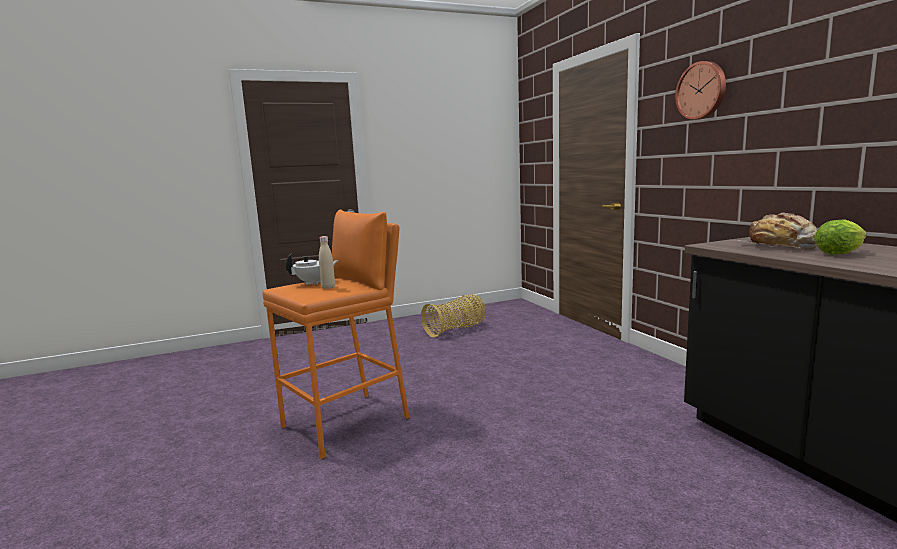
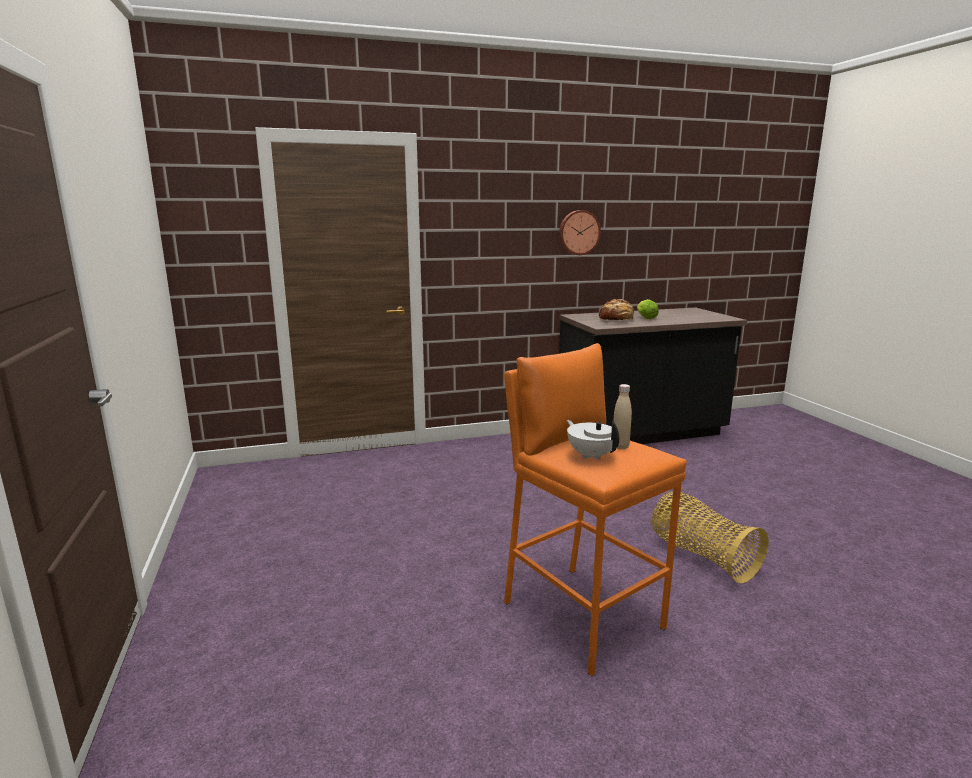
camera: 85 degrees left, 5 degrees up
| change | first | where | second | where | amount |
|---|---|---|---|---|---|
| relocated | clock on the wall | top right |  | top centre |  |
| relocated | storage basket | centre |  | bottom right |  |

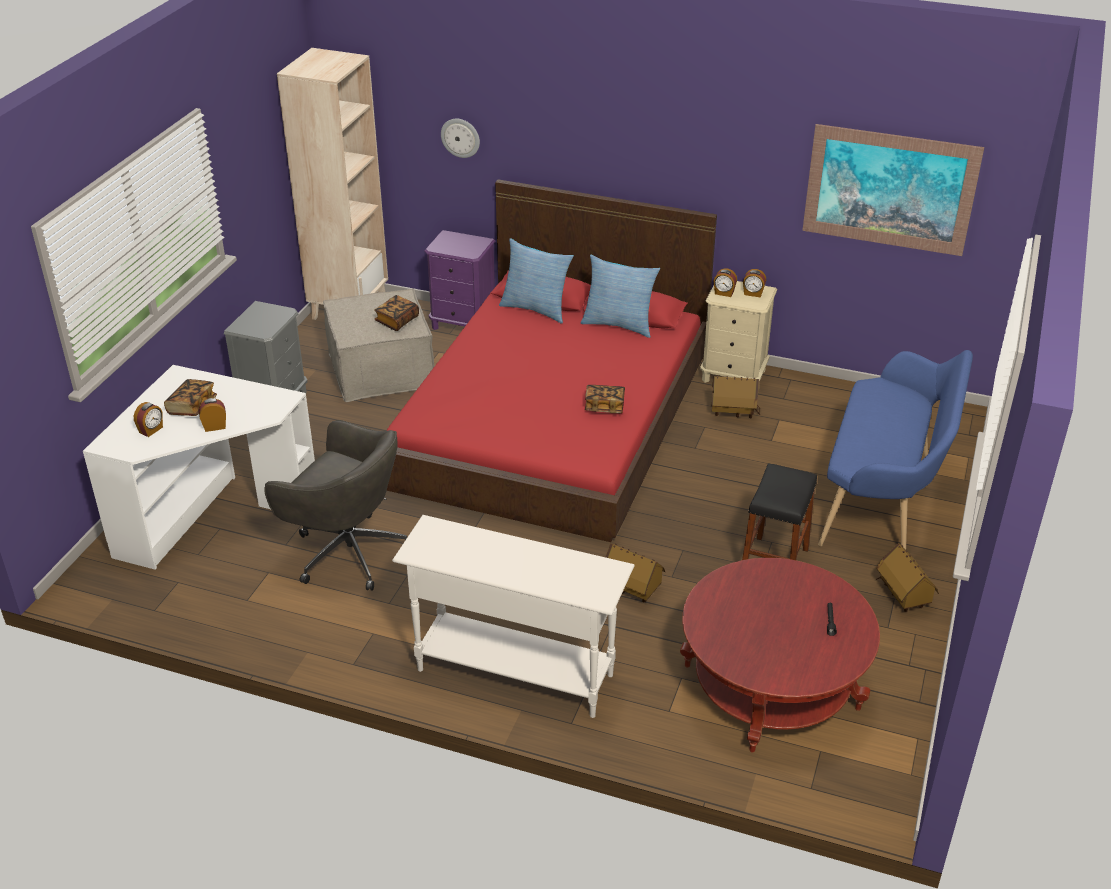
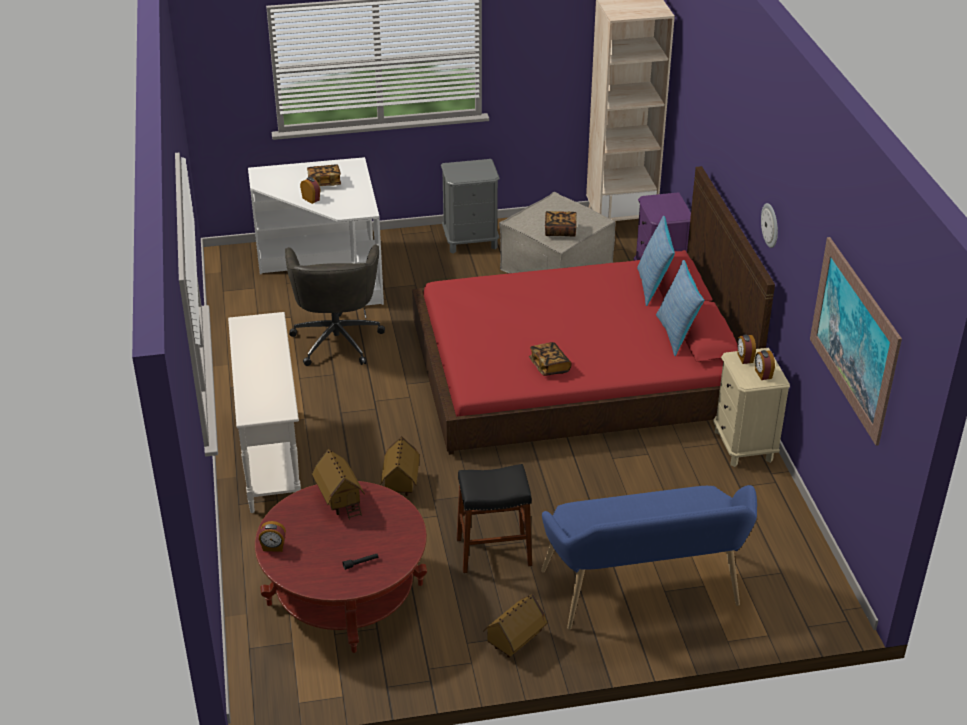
camera: 60 degrees right, 0 degrees up
| change | first | where | second | where | amount |
|---|---|---|---|---|---|
| relocated | table clock (no. 1 from left) | middle left |  | bottom left |  |
| relocated | miniature house (no. 2 from left in the first image) | centre | miniature house (no. 1 from left) | bottom centre |  |
| relocated | clock on the wall | top centre |  | top right |  |

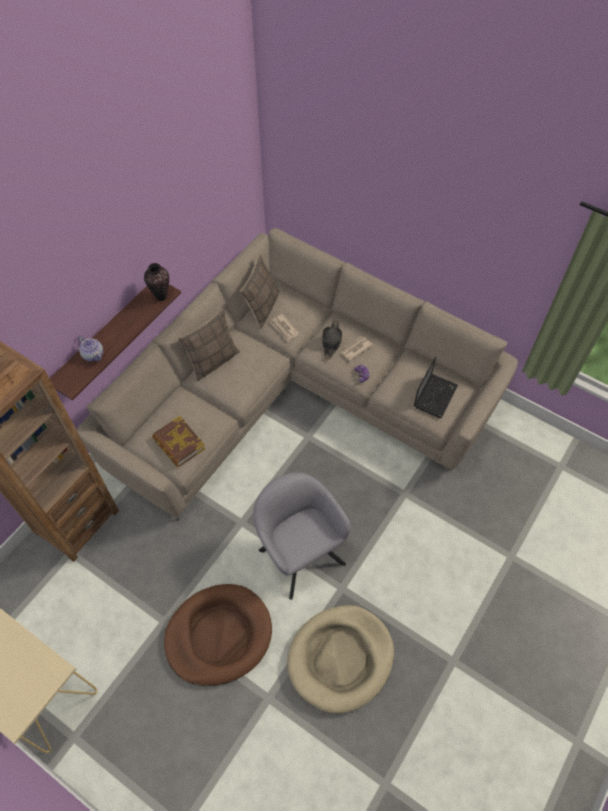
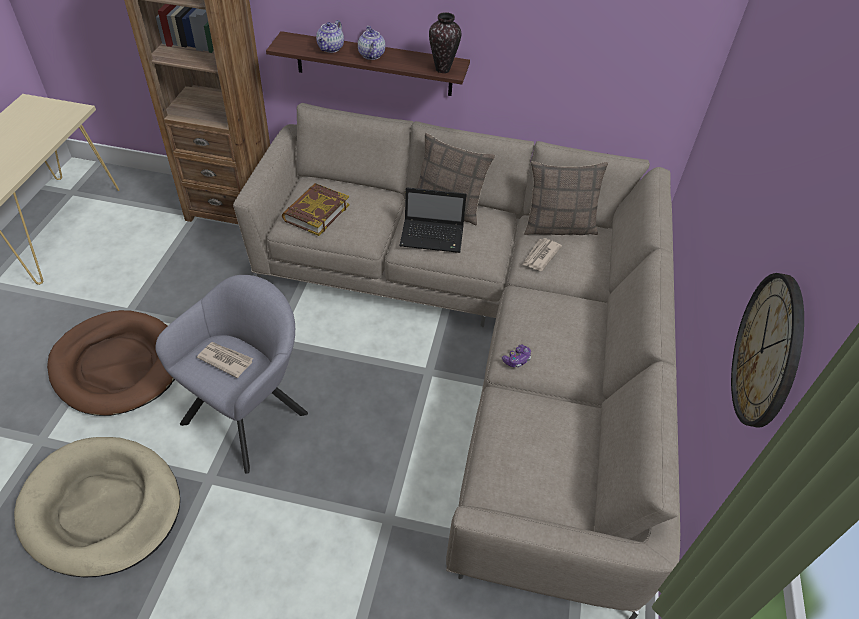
camera: 65 degrees right, 10 degrees down
| change | first | where | second | where | amount |
|---|---|---|---|---|---|
| relocated | daily paper (no. 2 from left in the first image) | centre | daily paper (no. 1 from left) | middle left |  |
| appeared |  |  | teapot (no. 2 from left) | top centre |  |
| relocated | notebook computer | middle right |  | centre |  |
| appeared |  |  | clock on the wall | middle right |  |
| missing | blackish hat | centre |  |  |  |

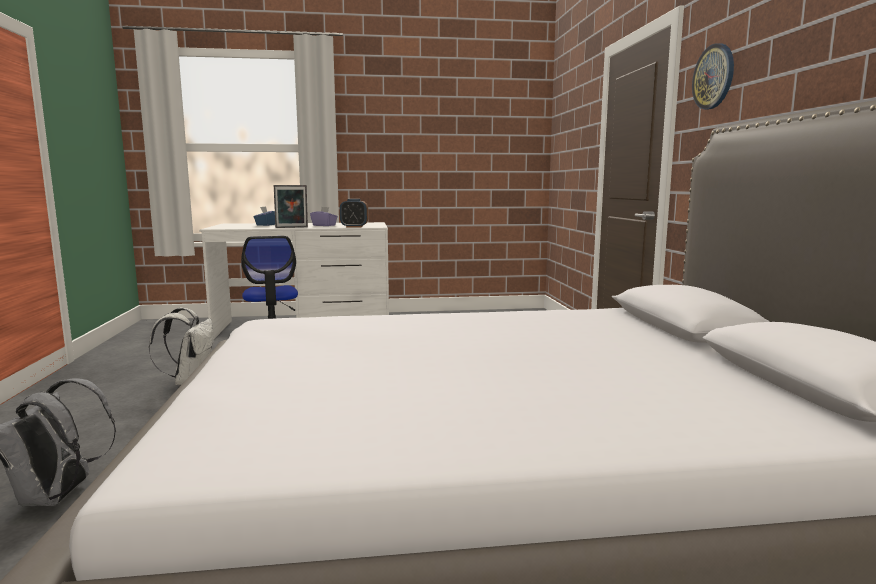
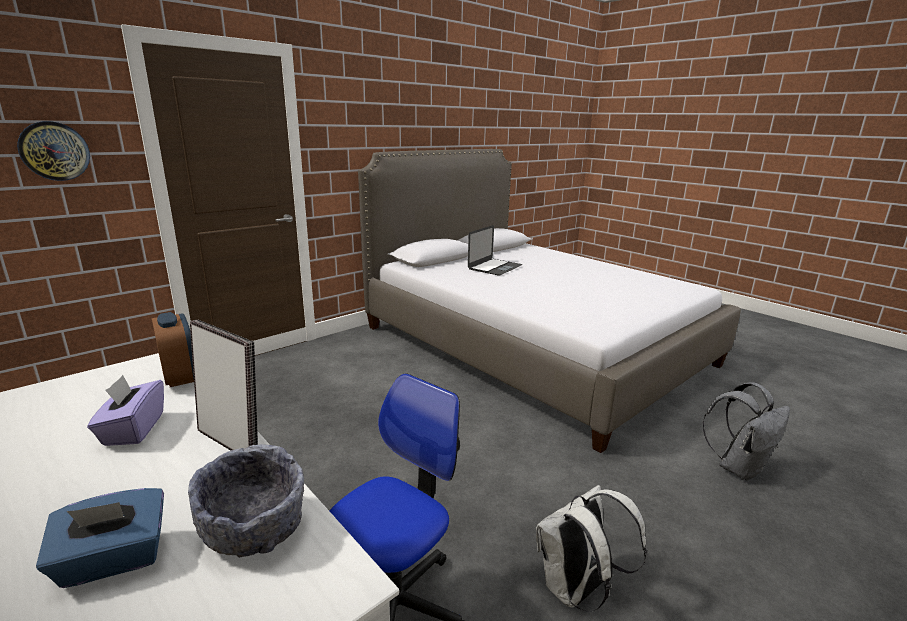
camera: 125 degrees left, 10 degrees up
| change | first | where | second | where | amount |
|---|---|---|---|---|---|
| relocated | clock on the wall | top right |  | top left |  |
| appeared |  |  | greyish serving bowl | bottom left |  |
| appeared |  |  | notebook computer | centre |  |

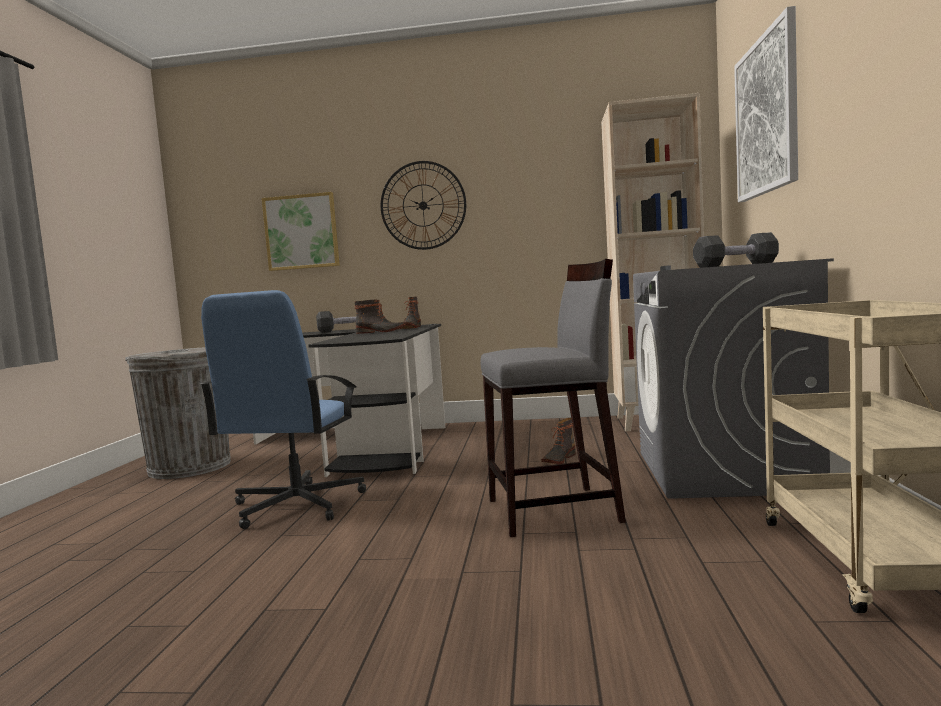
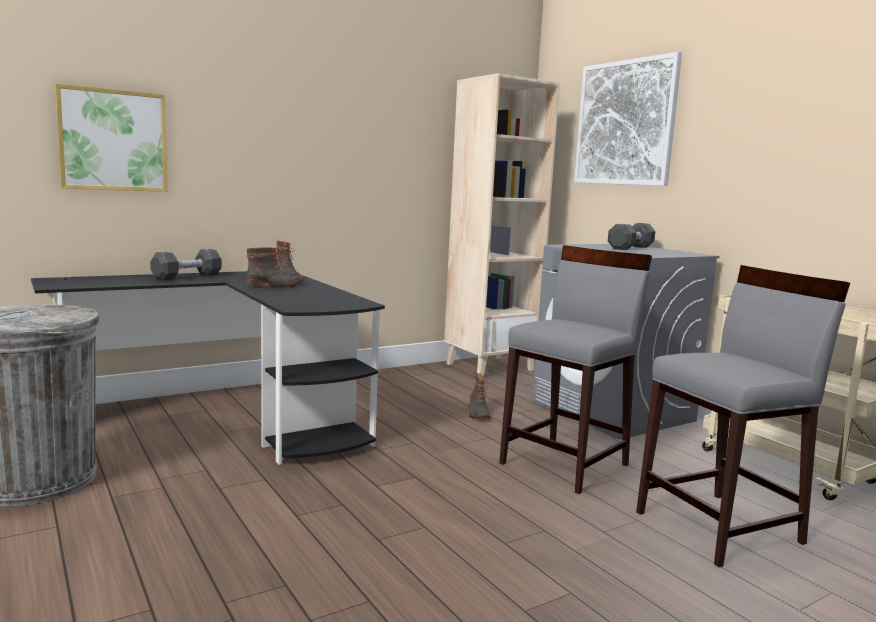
camera: 40 degrees left, 5 degrees up
| change | first | where | second | where | amount |
|---|---|---|---|---|---|
| appeared |  |  | greyish stool (no. 2 from left) | bottom right |  |
| missing | blue computer chair | middle left |  |  |  |
| missing | clock on the wall | top centre |  |  |  |

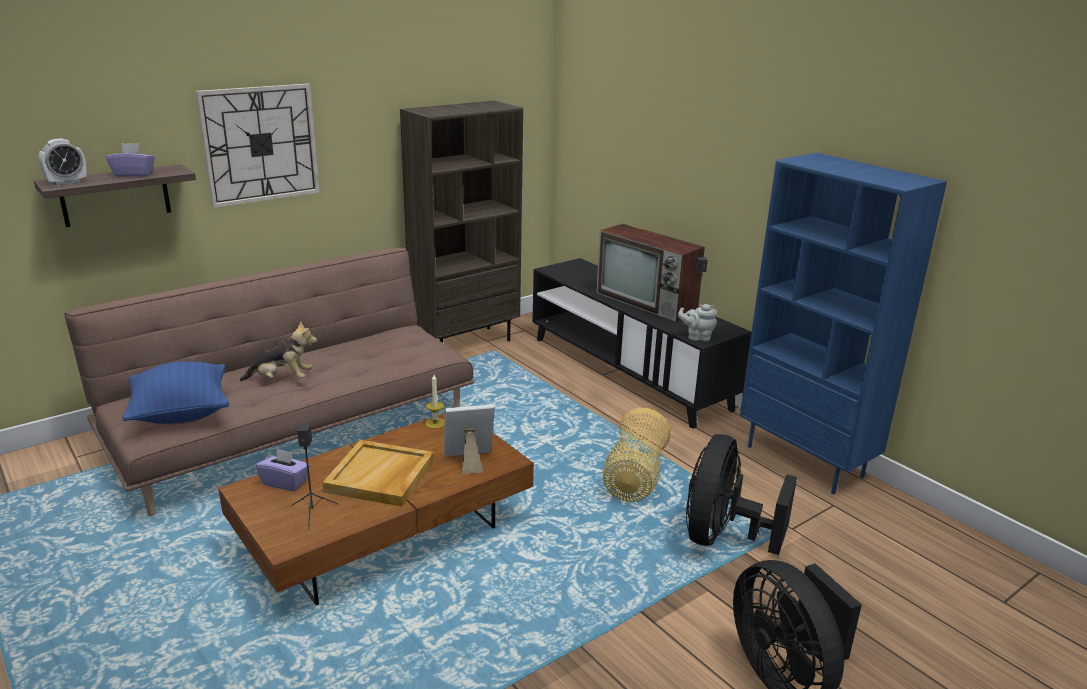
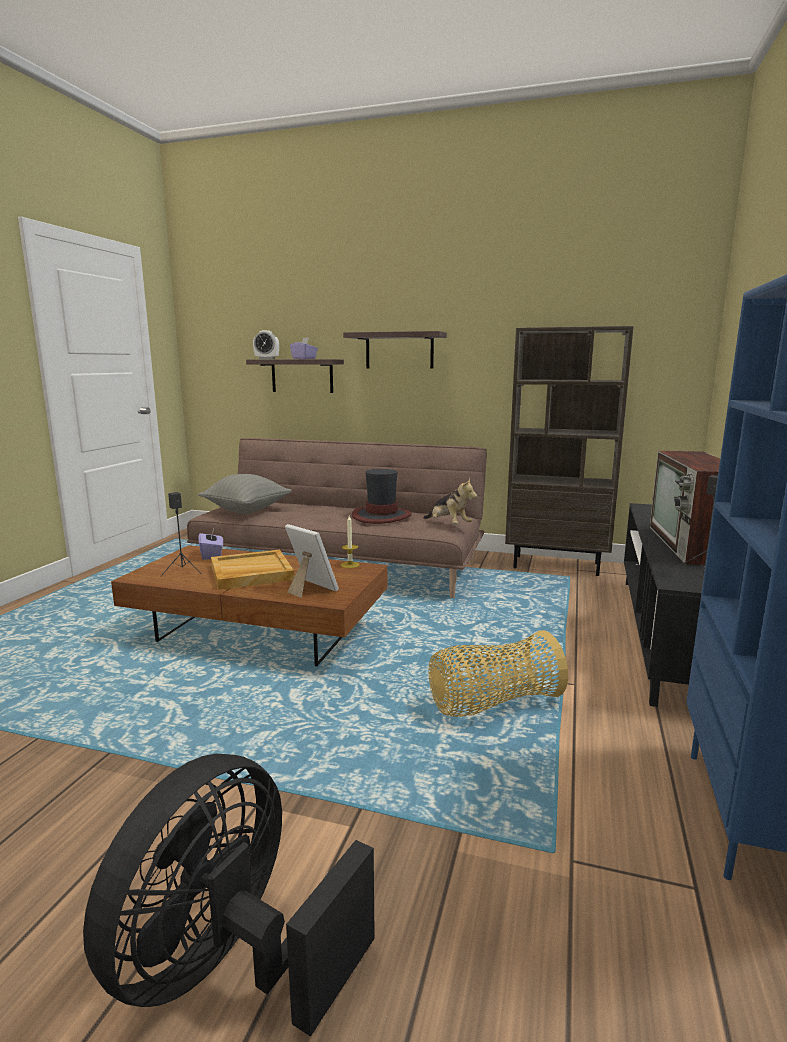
camera: 55 degrees right, 10 degrees down
| change | first | where | second | where | amount |
|---|---|---|---|---|---|
| colour | blue throw pillow | middle left | greyish throw pillow | middle left |  |
| exchanged | clock on the wall | top left | bracket shelf (no. 2 from left) | centre |  |
| appeared |  |  | hat | centre |  |
| relocated | cuddly toy | middle left |  | centre |  |
| missing | greyish teapot | centre |  |  |  |
| missing | blackish fan (no. 1 from left) | bottom right |  |  |  |

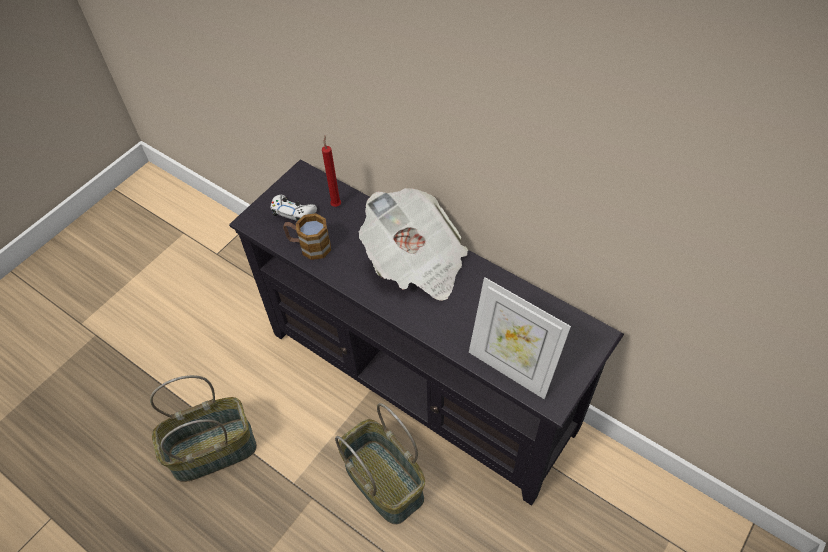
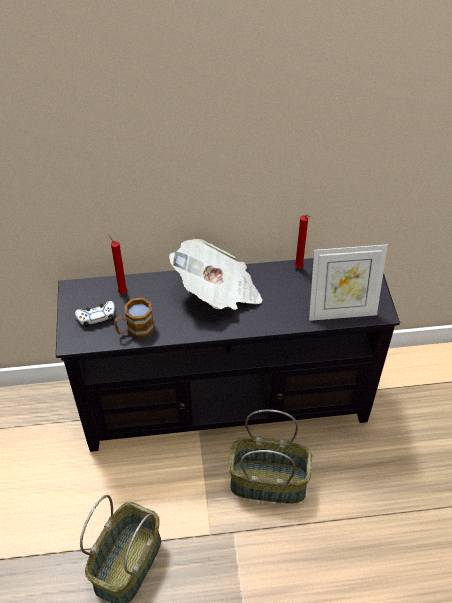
camera: 45 degrees left, 5 degrees down
| change | first | where | second | where | amount |
|---|---|---|---|---|---|
| appeared |  |  | reddish wax light (no. 2 from left) | middle right |  |

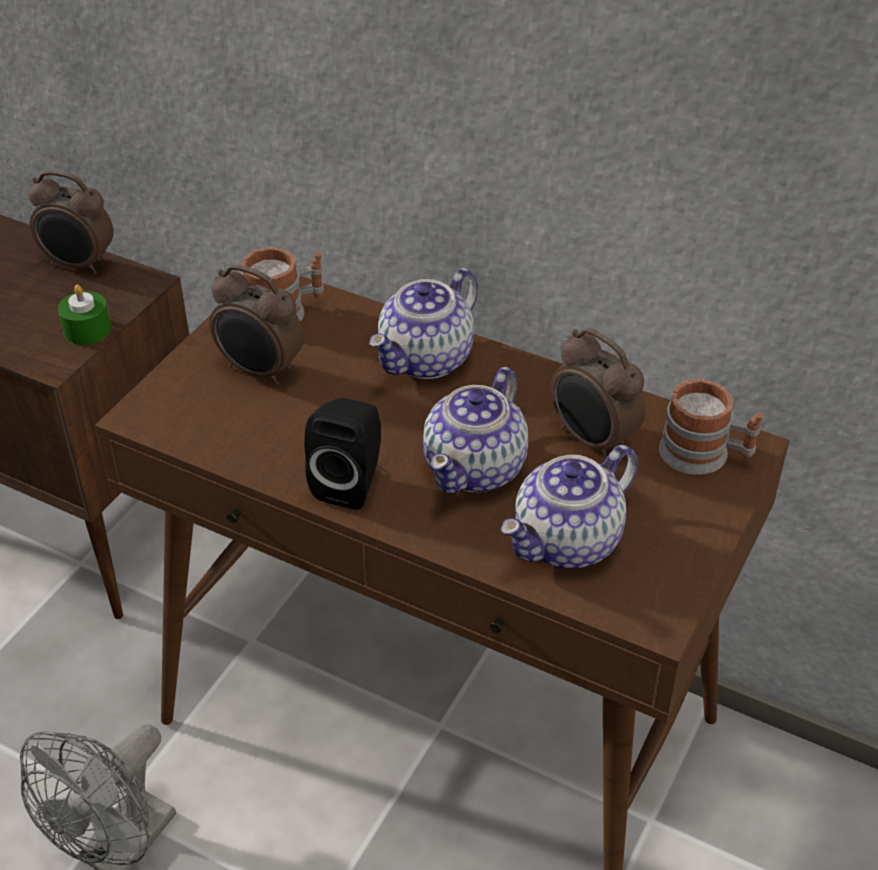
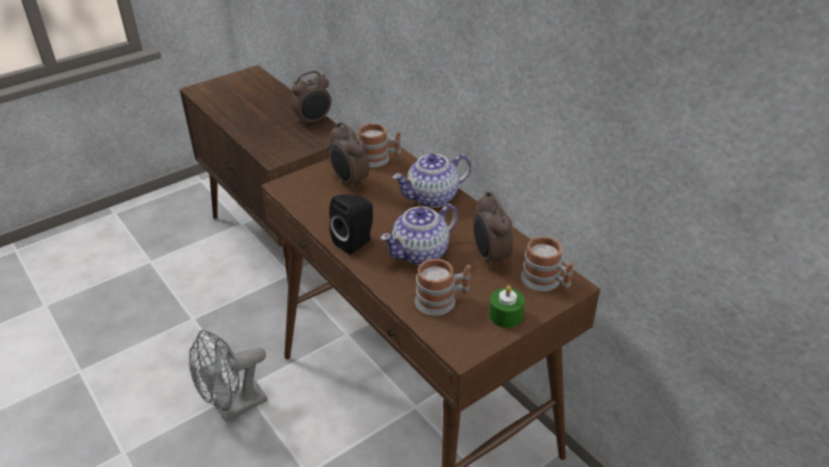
camera: 25 degrees right, 5 degrees down
| change | first | where | second | where | amount |
|---|---|---|---|---|---|
| spun | table clock (no. 1 from left) | top left |  | top centre | 75 degrees counterclockwise |
| exchanged | teapot (no. 3 from left) | centre | coffee mug (no. 2 from left) | centre |  |
| relocated | green-coloured wax light | middle left |  | centre |  |

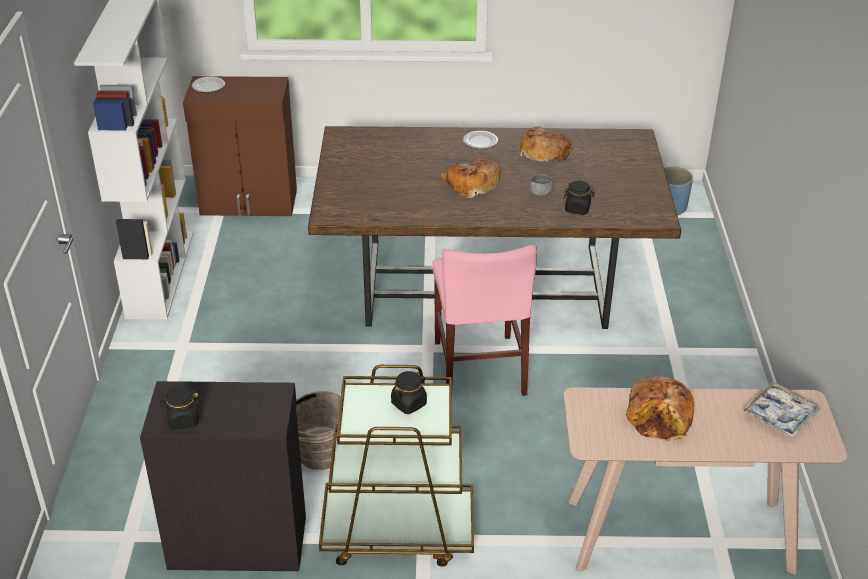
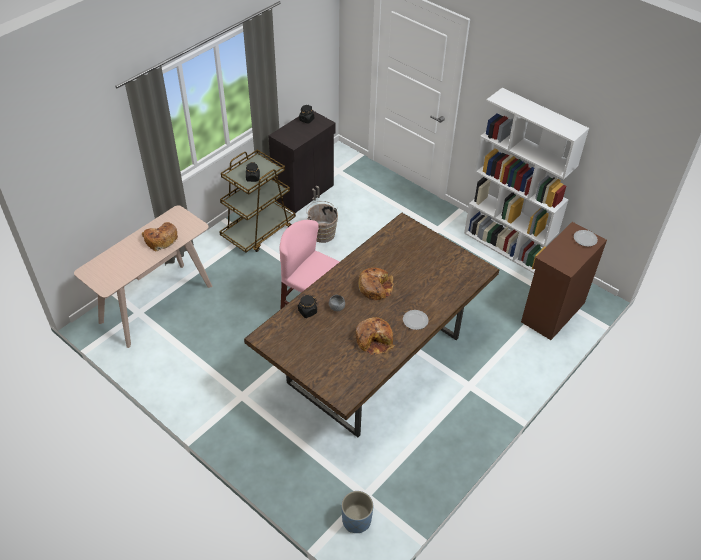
camera: 130 degrees right, 10 degrees up
| change | first | where | second | where | amount |
|---|---|---|---|---|---|
| missing | tray | bottom right |  |  |  |

